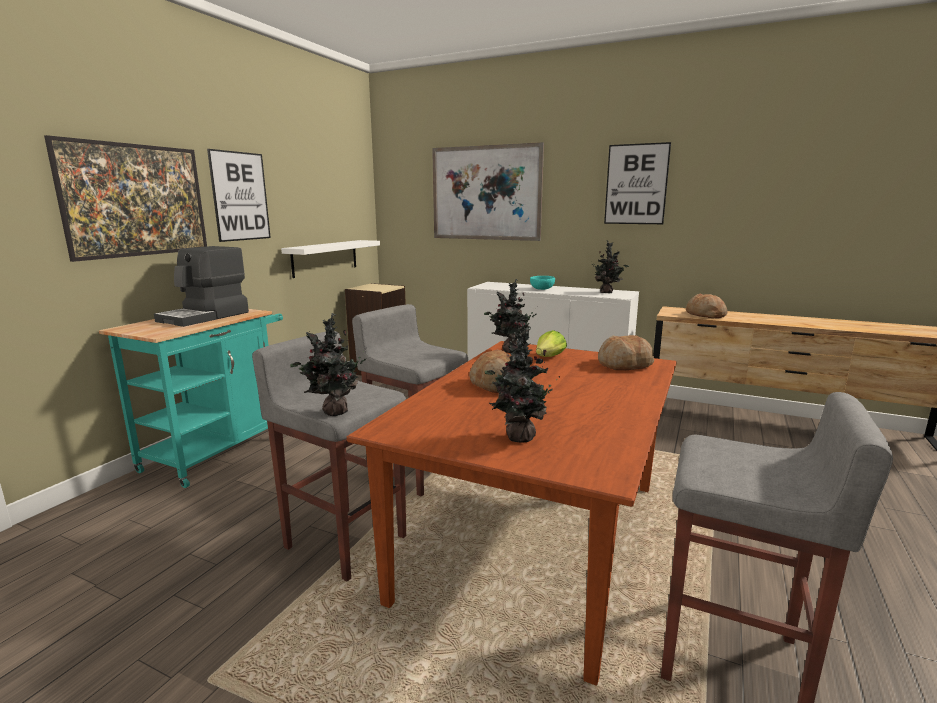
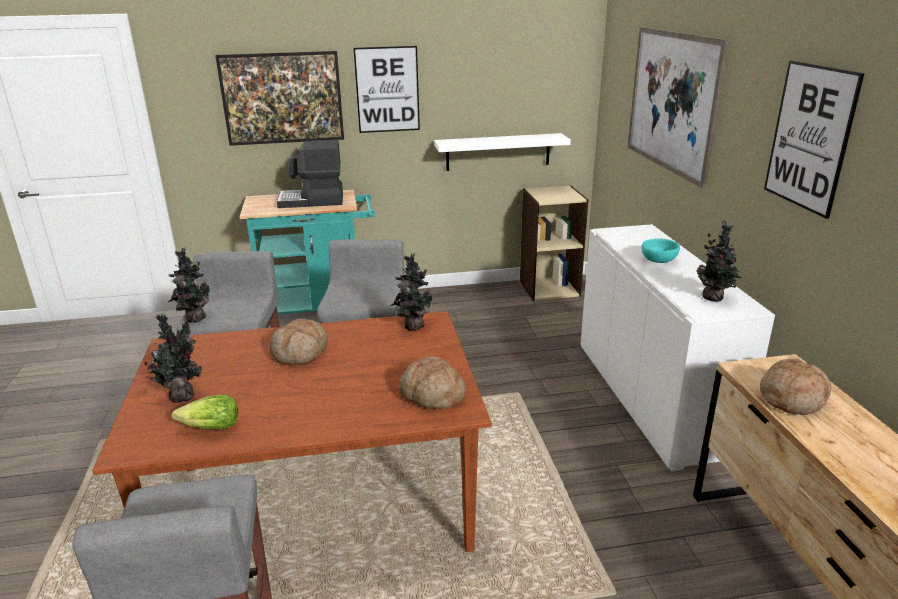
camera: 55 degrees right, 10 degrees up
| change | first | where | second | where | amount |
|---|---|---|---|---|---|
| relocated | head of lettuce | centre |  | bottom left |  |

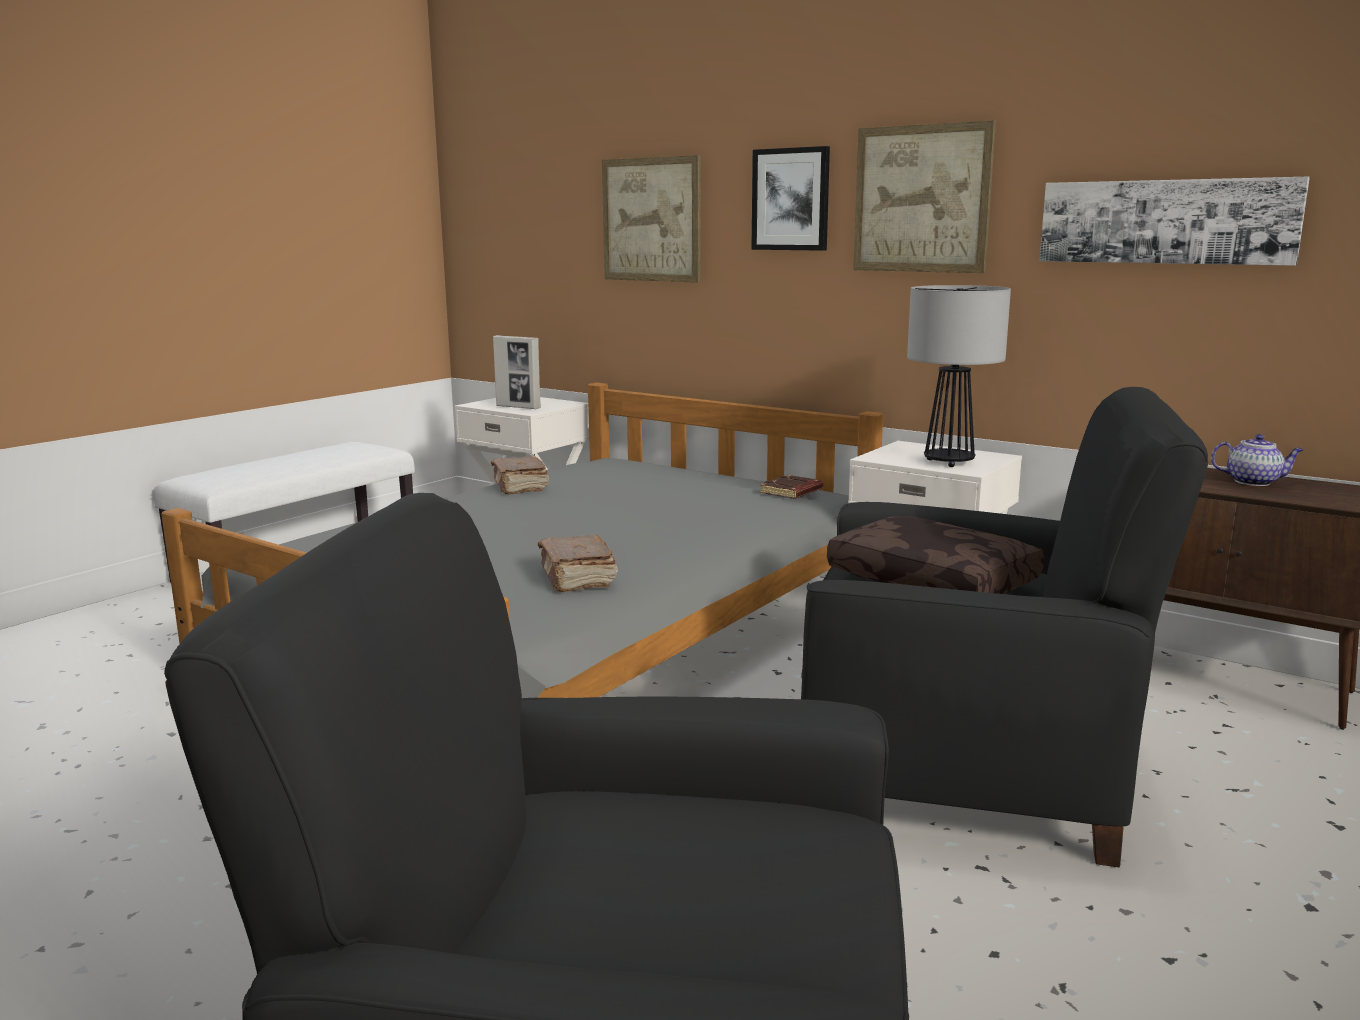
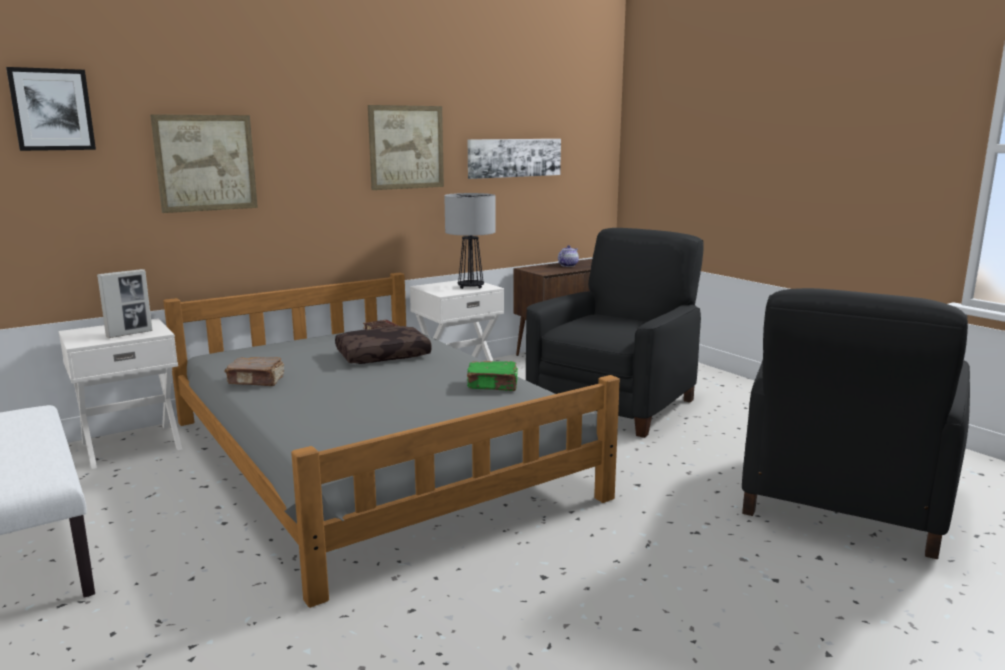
camera: 70 degrees left, 0 degrees up
| change | first | where | second | where | amount |
|---|---|---|---|---|---|
| relocated | wall art (no. 2 from left in the first image) | top centre | wall art (no. 1 from left) | top left |  |
| relocated | brownish throw pillow | middle right |  | centre |  |
| colour | brownish book (no. 2 from left) | centre | green-coloured book | centre |  |

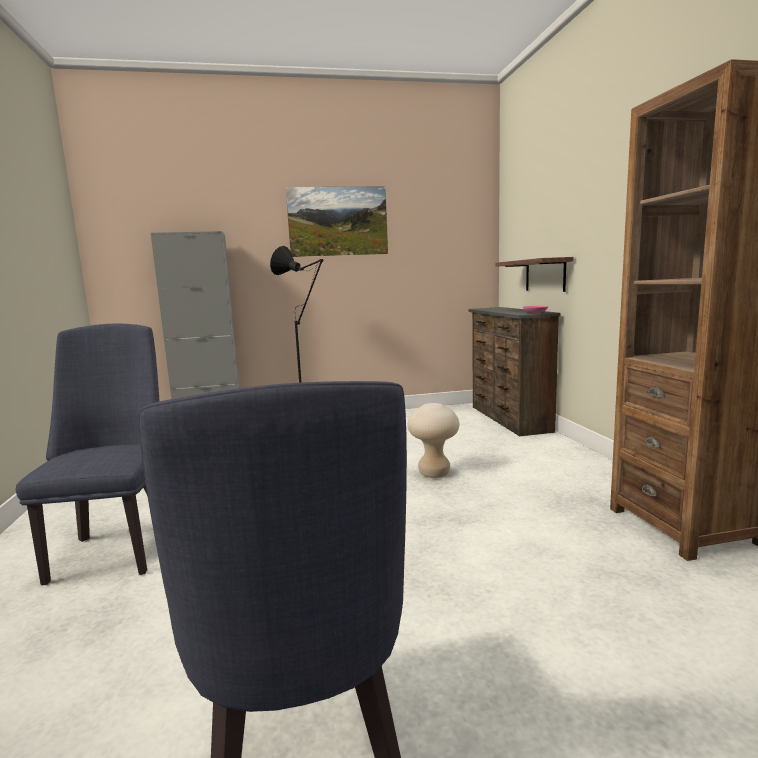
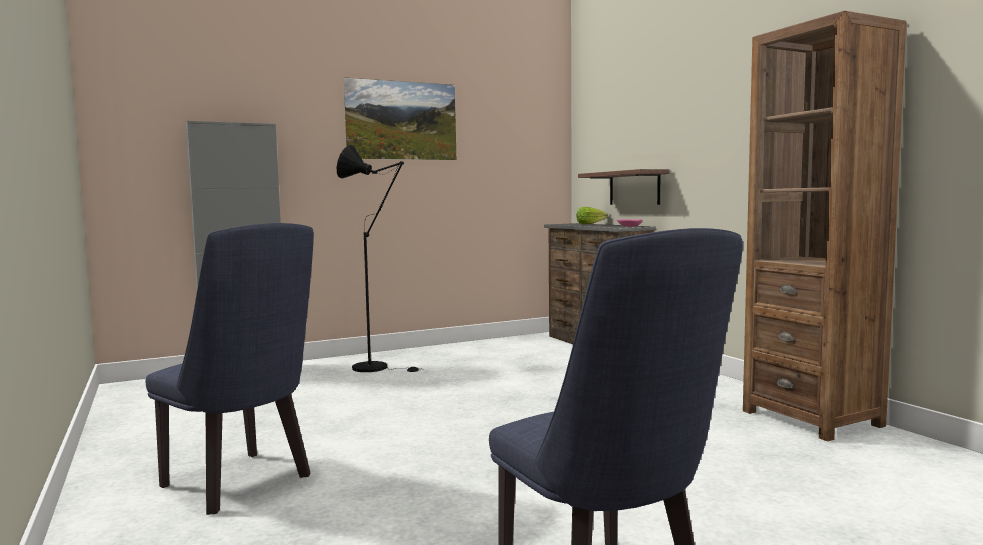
camera: 15 degrees left, 5 degrees down
| change | first | where | second | where | amount |
|---|---|---|---|---|---|
| spun | blue upright chair (no. 1 from left) | middle left |  | bottom left | 150 degrees clockwise |
| appeared |  |  | head of lettuce | centre |  |
| missing | beige stool | centre |  |  |  |

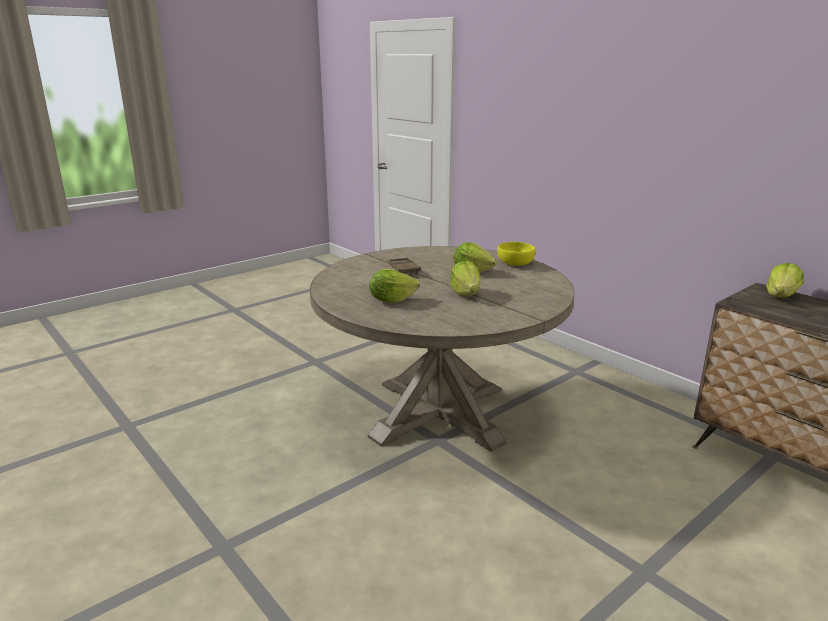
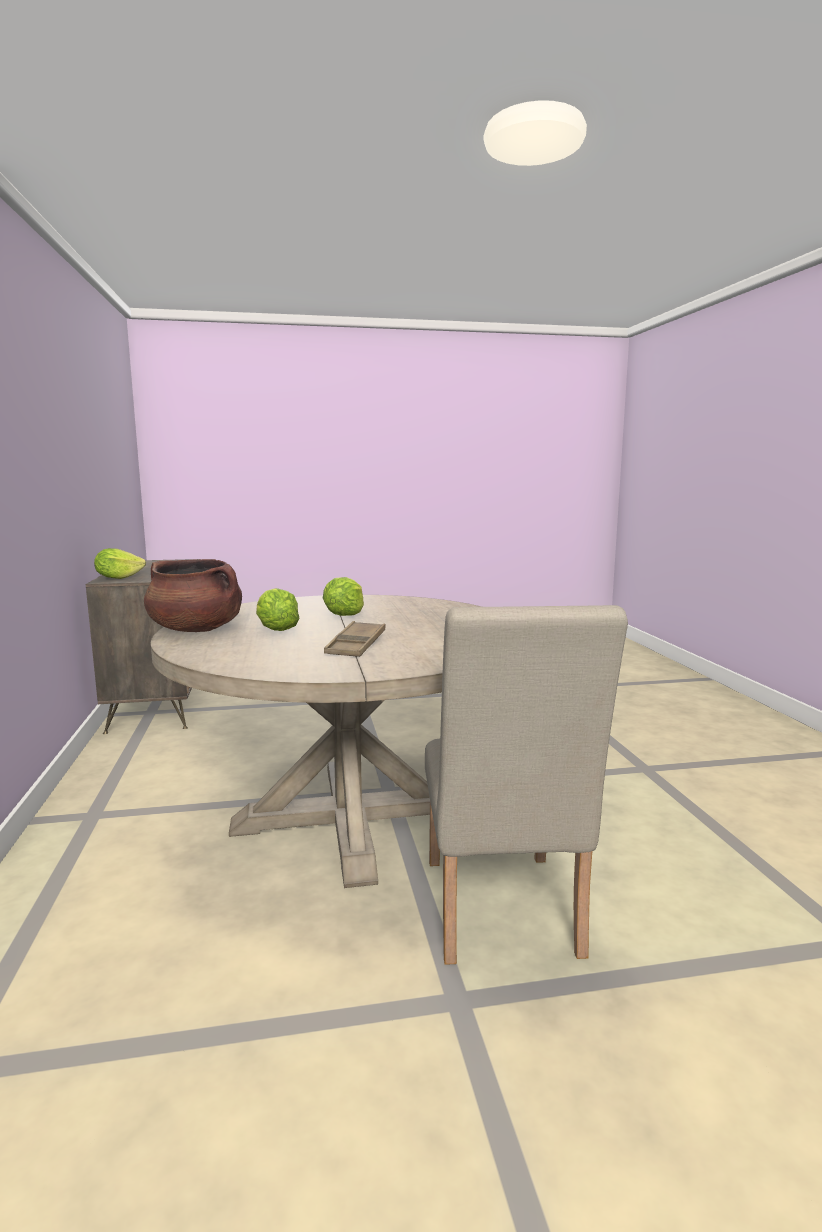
camera: 150 degrees left, 10 degrees down
| change | first | where | second | where | amount |
|---|---|---|---|---|---|
| exchanged | yellow-coloured serving bowl | centre | brownish cooking pot | middle left |  |
| appeared |  |  | beige upright chair | centre |  |
| missing | head of lettuce (no. 1 from left) | centre |  |  |  |

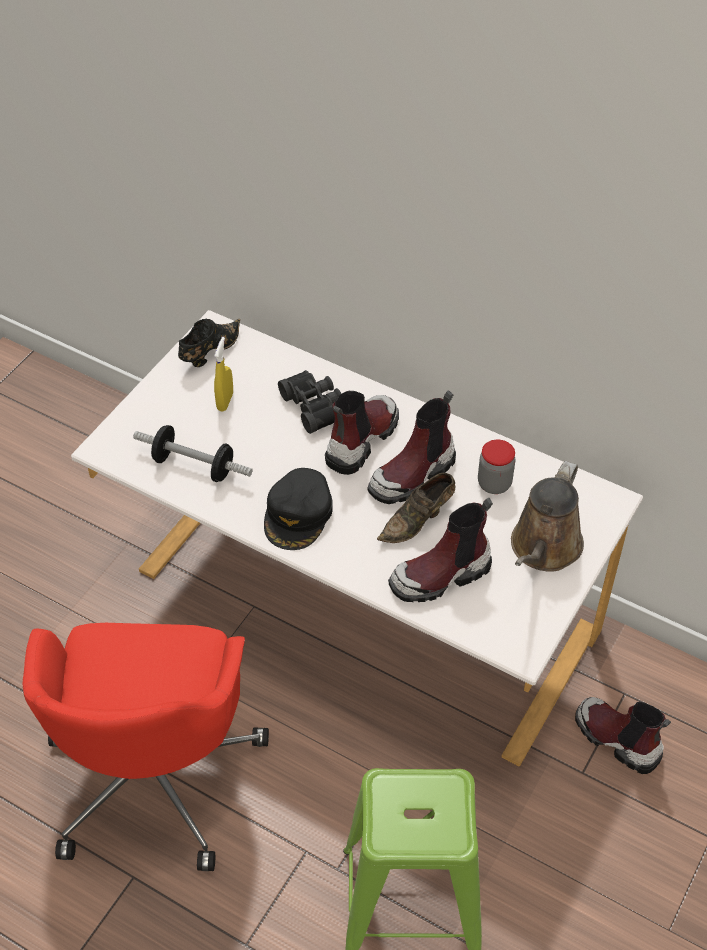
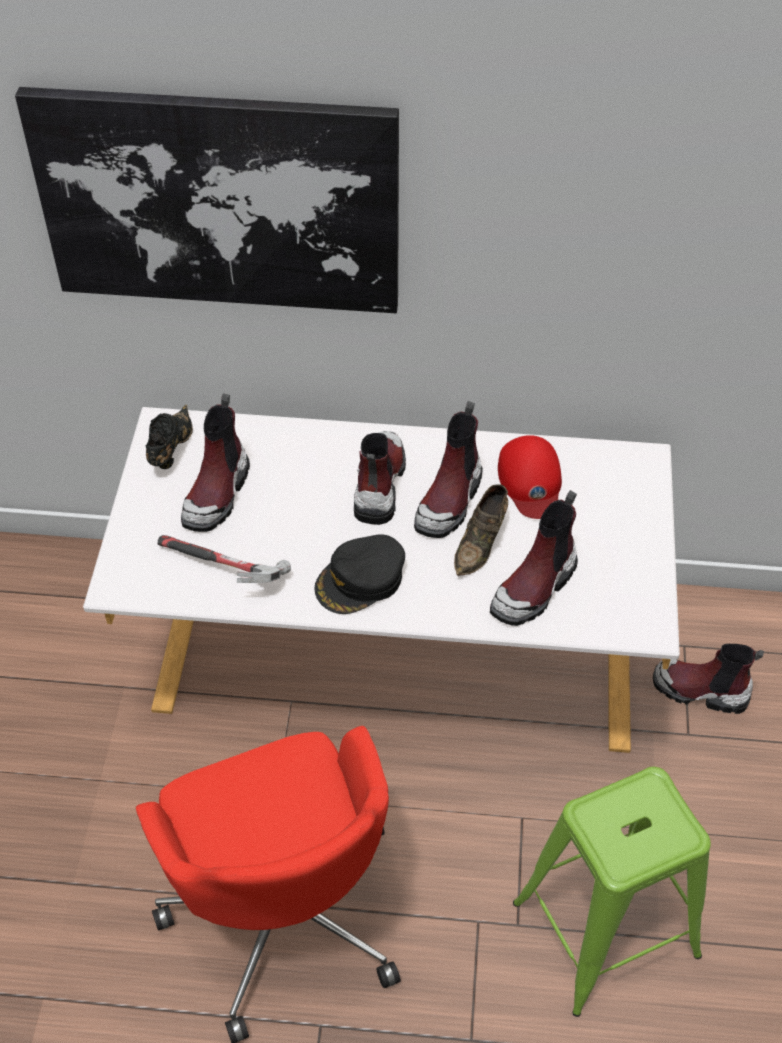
camera: 25 degrees left, 0 degrees up
| change | first | where | second | where | amount |
|---|---|---|---|---|---|
| appeared |  |  | wall art | top left |  |
| exchanged | free weight | middle left | hammer | middle left |  |
| exchanged | yellow-coloured spray bottle | middle left | boot (no. 1 from left) | middle left |  |
| spun | blackish cap | centre |  | centre | 60 degrees clockwise |
| exchanged | preserve jar | middle right | reddish cap | middle right |  |
| missing | blackish binoculars | centre |  |  |  |
| missing | brownish watering pot | middle right |  |  |  |

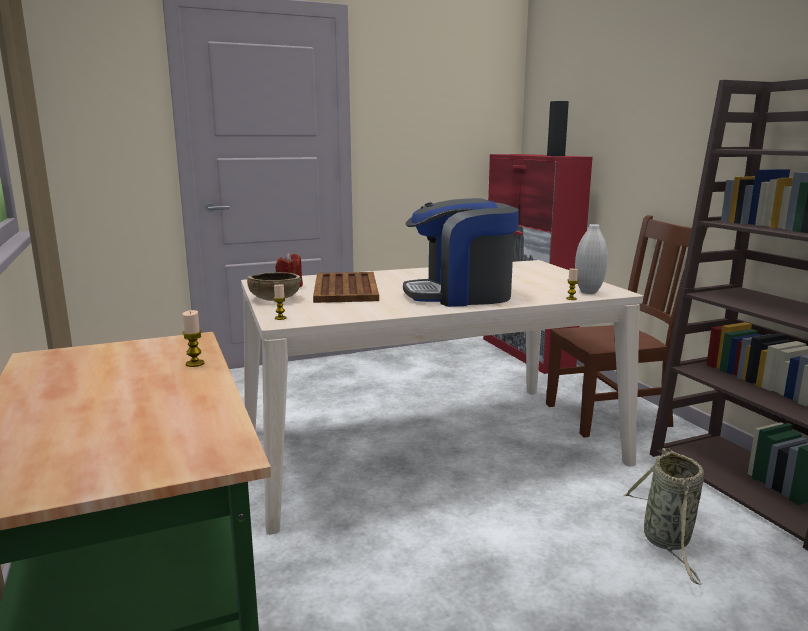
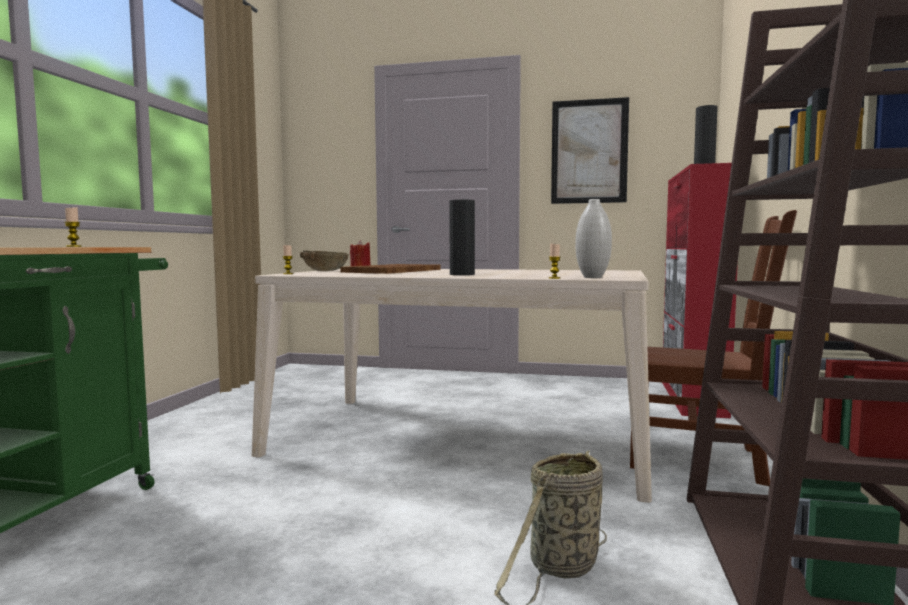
camera: 35 degrees right, 10 degrees down
| change | first | where | second | where | amount |
|---|---|---|---|---|---|
| exchanged | coffee machine | centre | blackish vase (no. 1 from left) | centre |  |
| appeared |  |  | wall art | top centre |  |

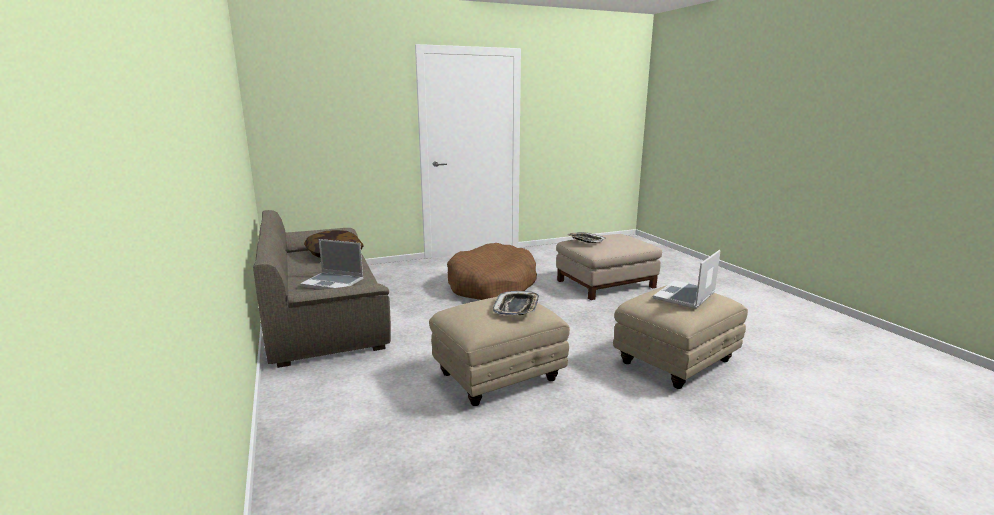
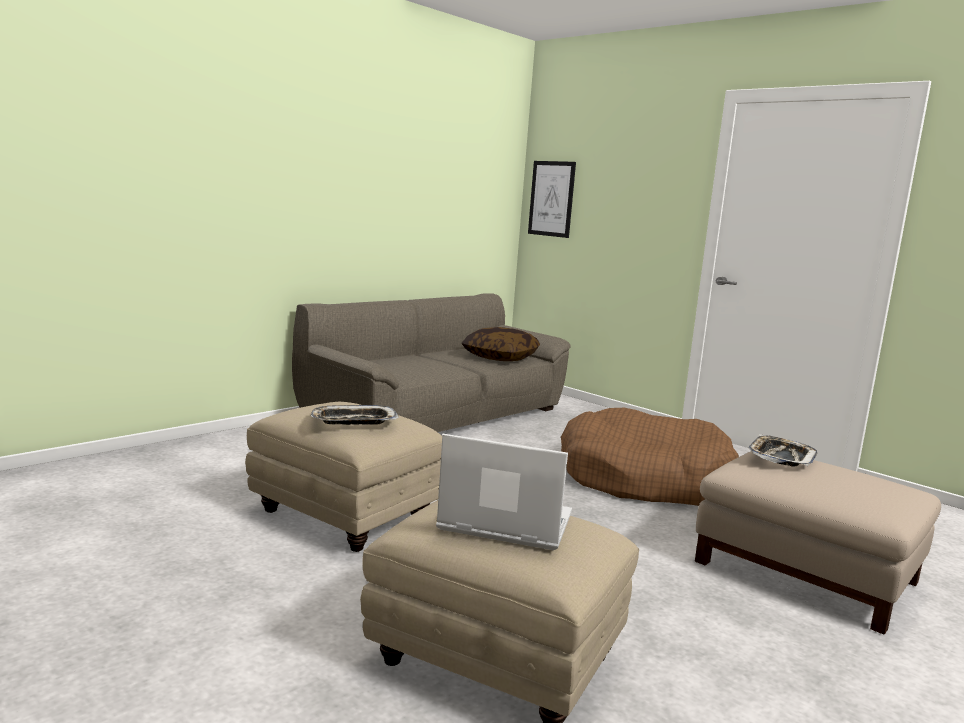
camera: 65 degrees right, 5 degrees down
| change | first | where | second | where | amount |
|---|---|---|---|---|---|
| appeared |  |  | wall art | top centre |  |
| missing | notebook computer (no. 1 from left) | centre |  |  |  |

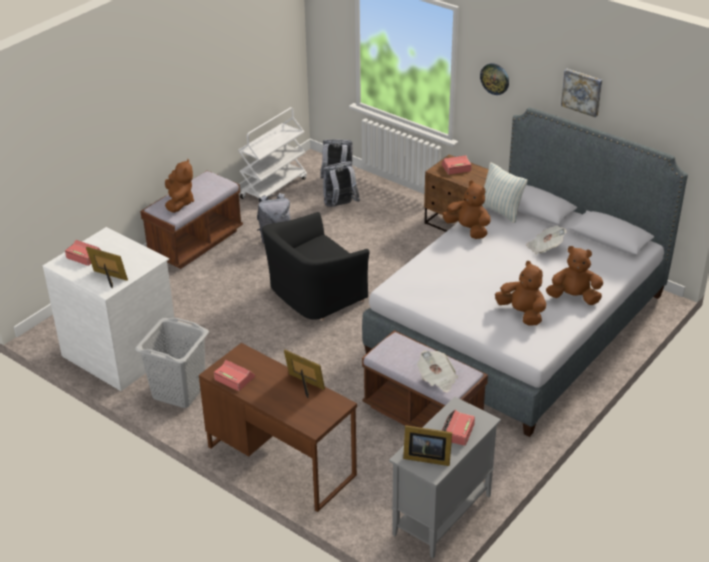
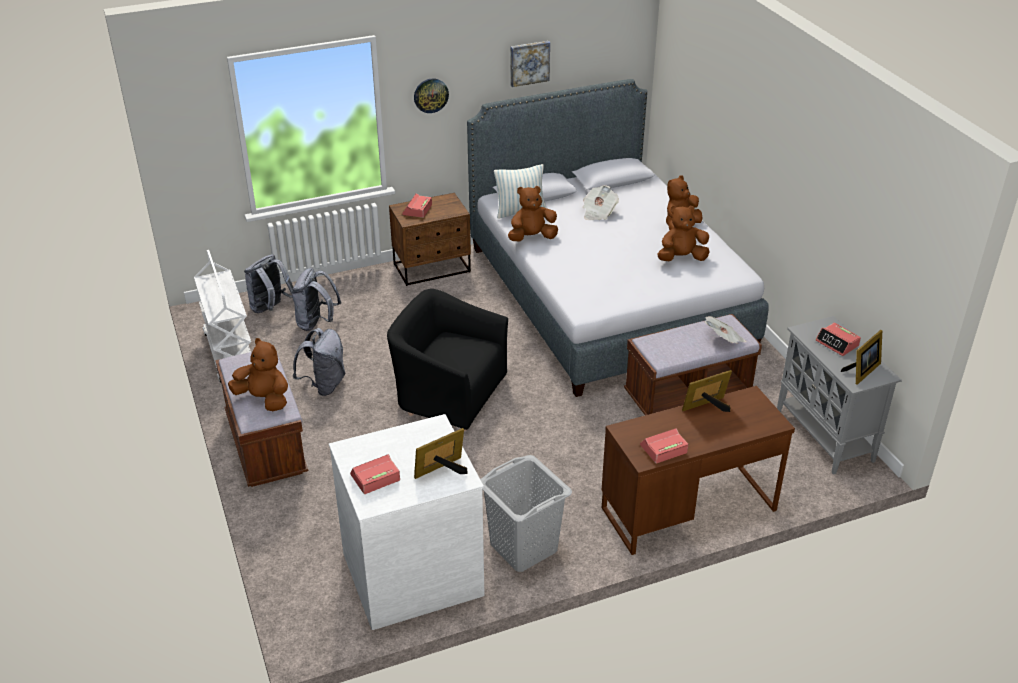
camera: 60 degrees left, 0 degrees up
| change | first | where | second | where | amount |
|---|---|---|---|---|---|
| spun | blackish armchair | centre |  | centre | 120 degrees clockwise |

